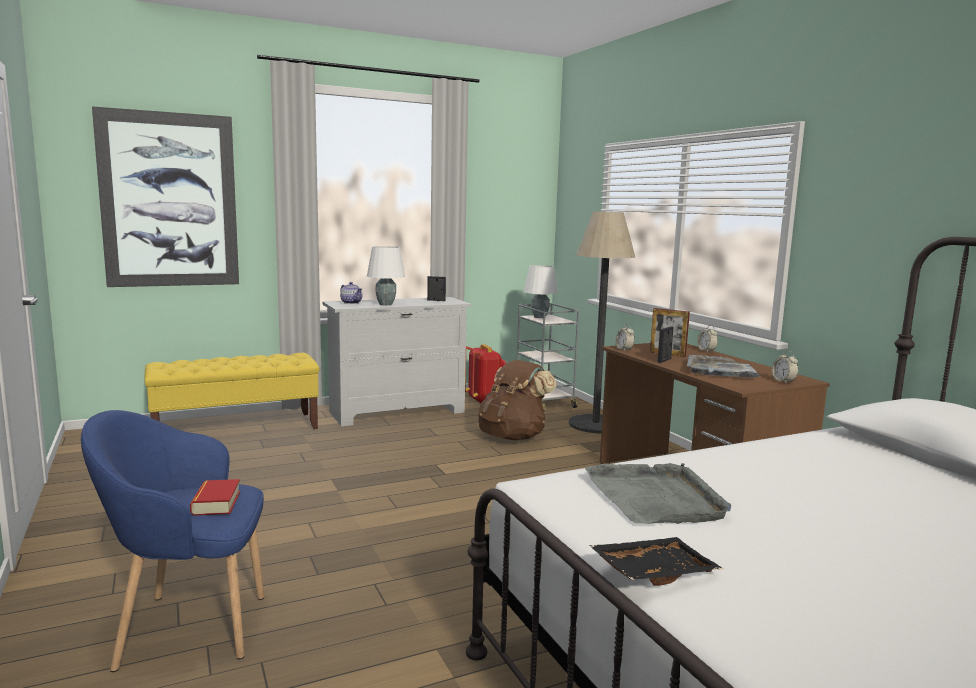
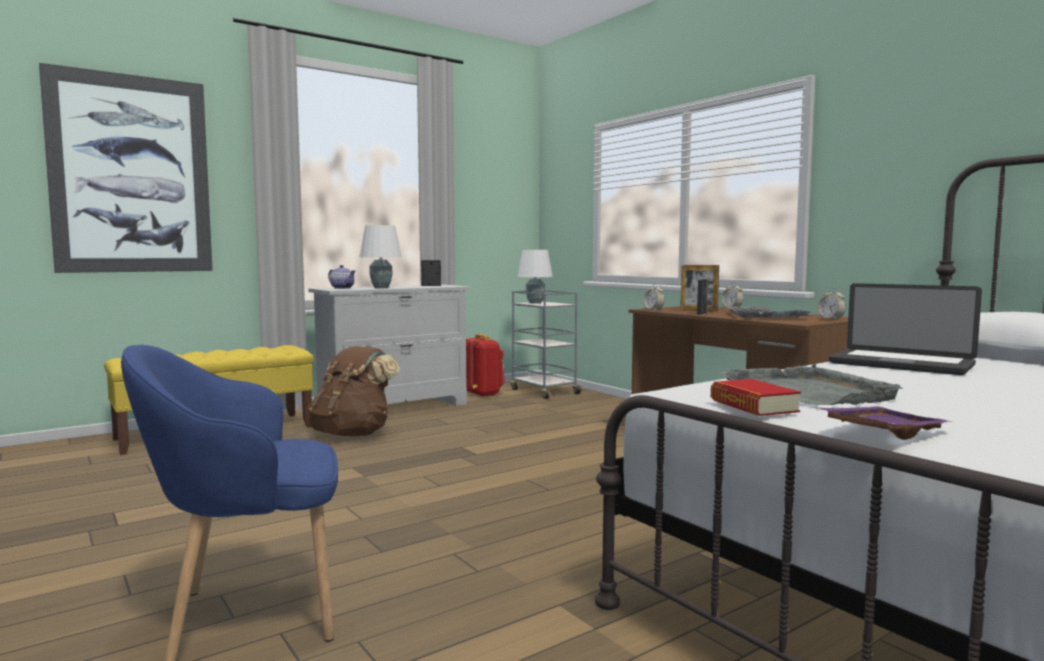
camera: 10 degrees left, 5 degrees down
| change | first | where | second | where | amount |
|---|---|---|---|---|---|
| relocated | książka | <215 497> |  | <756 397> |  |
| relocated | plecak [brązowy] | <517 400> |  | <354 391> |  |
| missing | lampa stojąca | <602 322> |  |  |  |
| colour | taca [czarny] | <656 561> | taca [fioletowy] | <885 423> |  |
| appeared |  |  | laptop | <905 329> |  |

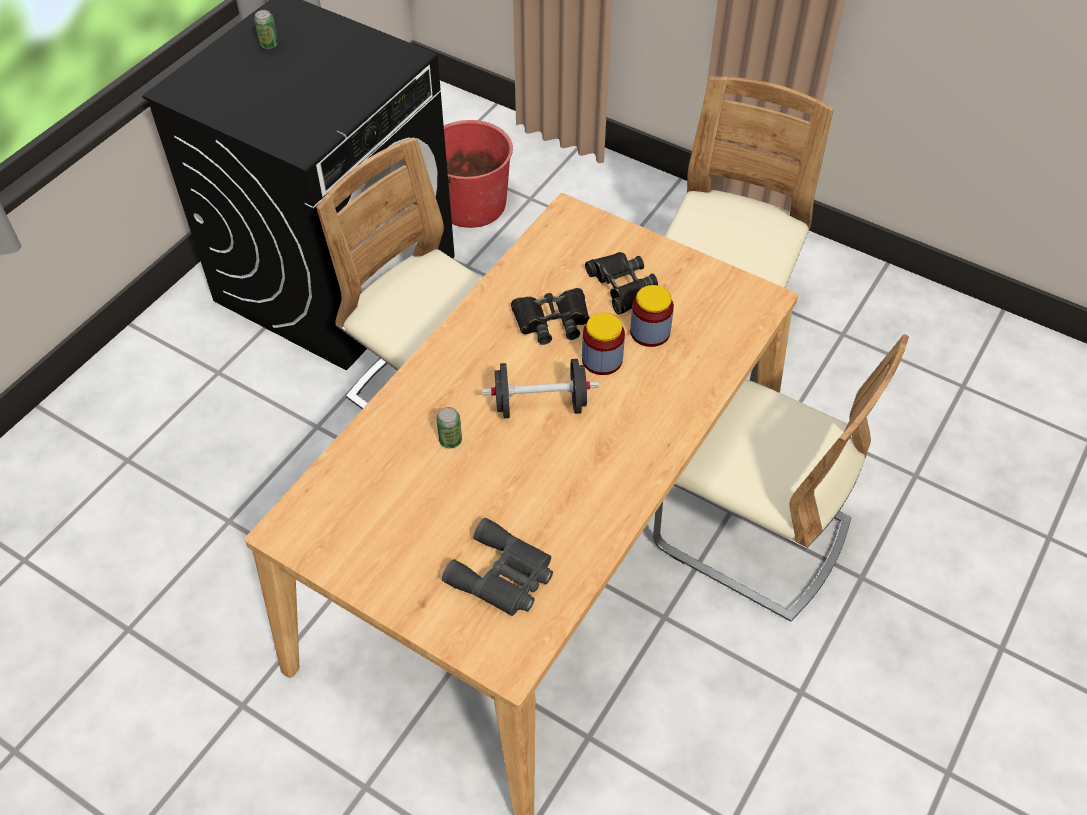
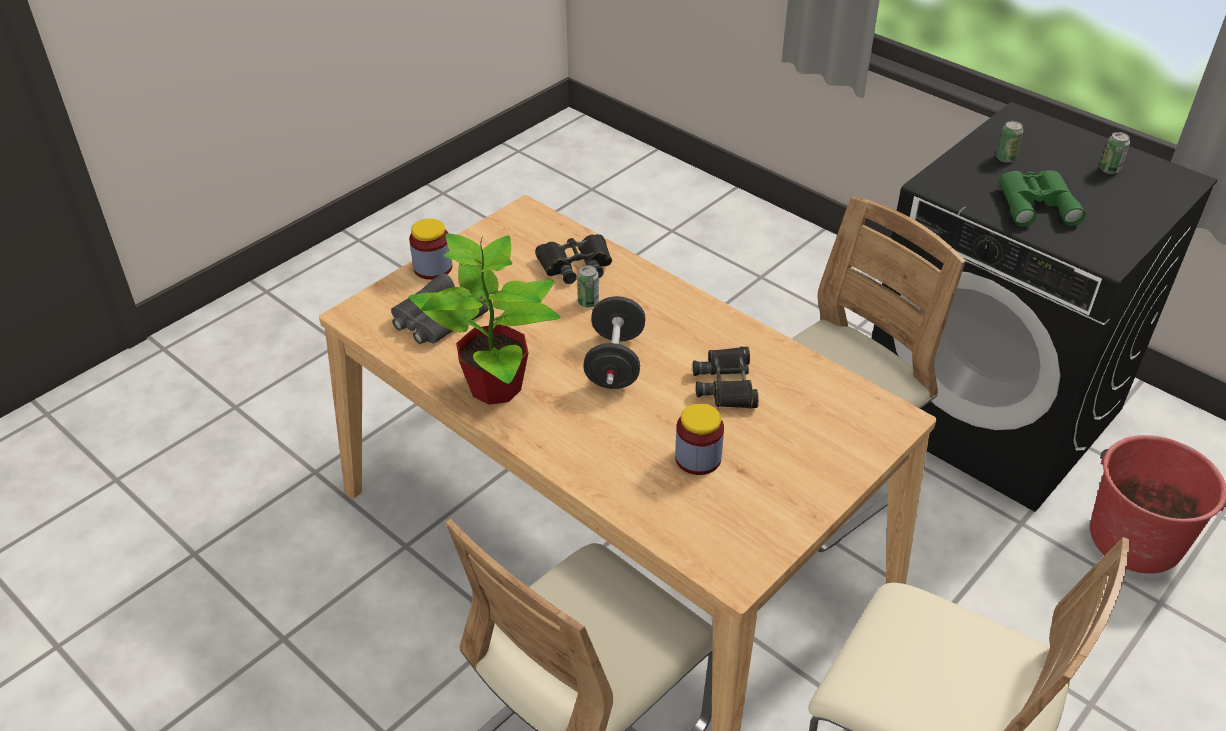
camera: 100 degrees right, 10 degrees down
| change | first | where | second | where | amount |
|---|---|---|---|---|---|
| relocated | słoik | <603 343> |  | <430 249> |  |
| relocated | lornetka [czarny] | <621 283> |  | <573 259> |  |
| appeared |  |  | roślina doniczkowa | <484 319> |  |
| appeared |  |  | puszka | <1010 142> |  |
| appeared |  |  | lornetka [zielony] | <1042 198> |  |

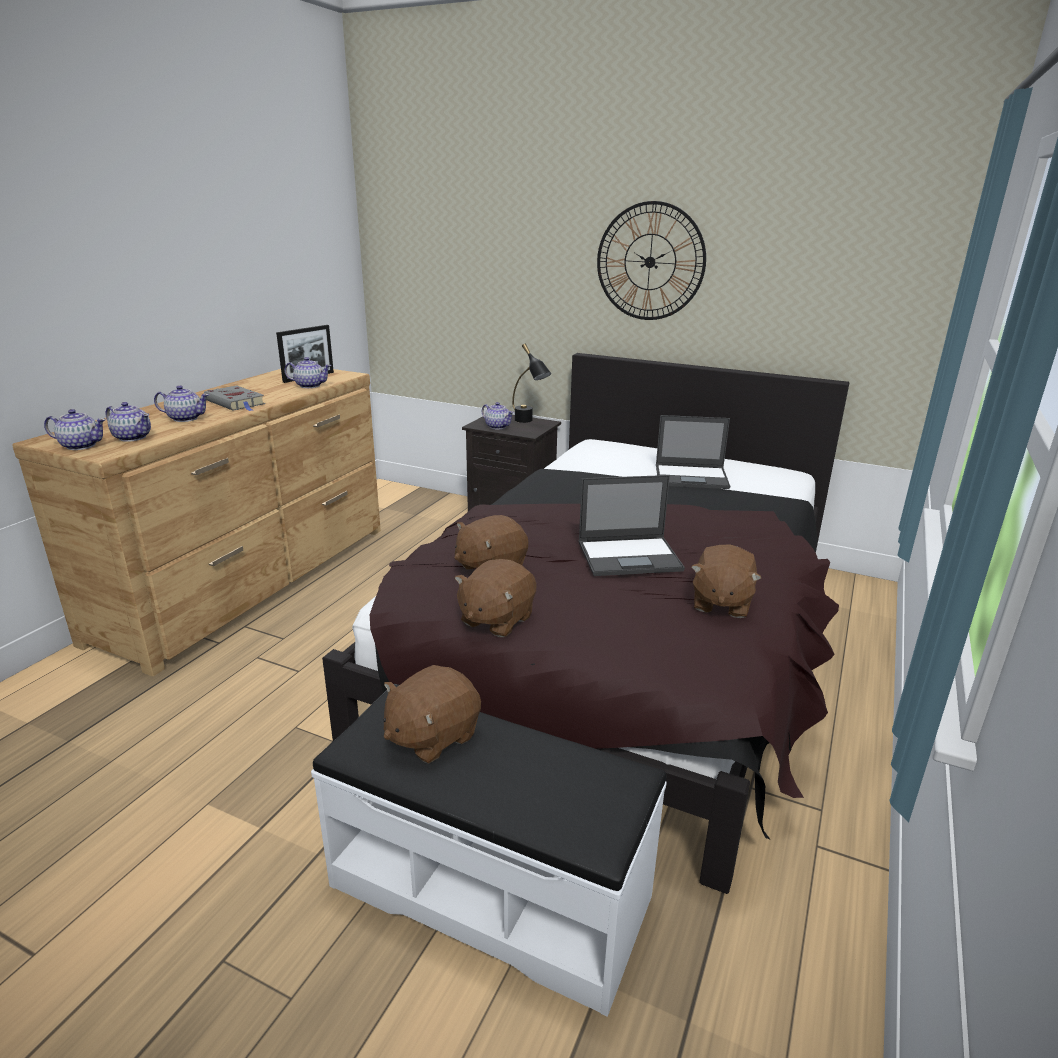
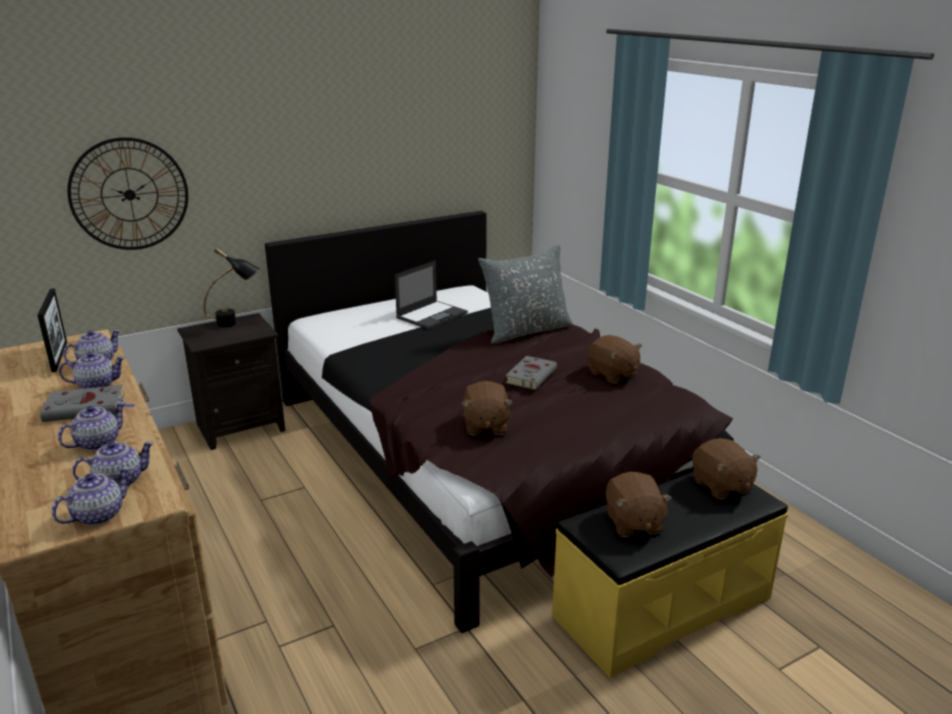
camera: 55 degrees left, 0 degrees up
| change | first | where | second | where | amount |
|---|---|---|---|---|---|
| colour | ławka [biały] | <489 850> | ławka [żółty] | <670 575> |  |
| relocated | pluszak [brązowy] | <496 598> |  | <726 469> |  |
| relocated | imbryk | <498 415> |  | <92 370> |  |
| exchanged | laptop | <631 525> | książka [szary] | <531 373> |  |
| relocated | zegar ścienny | <651 260> |  | <127 193> |  |
| appeared |  |  | poduszka [szary] | <525 294> |  |

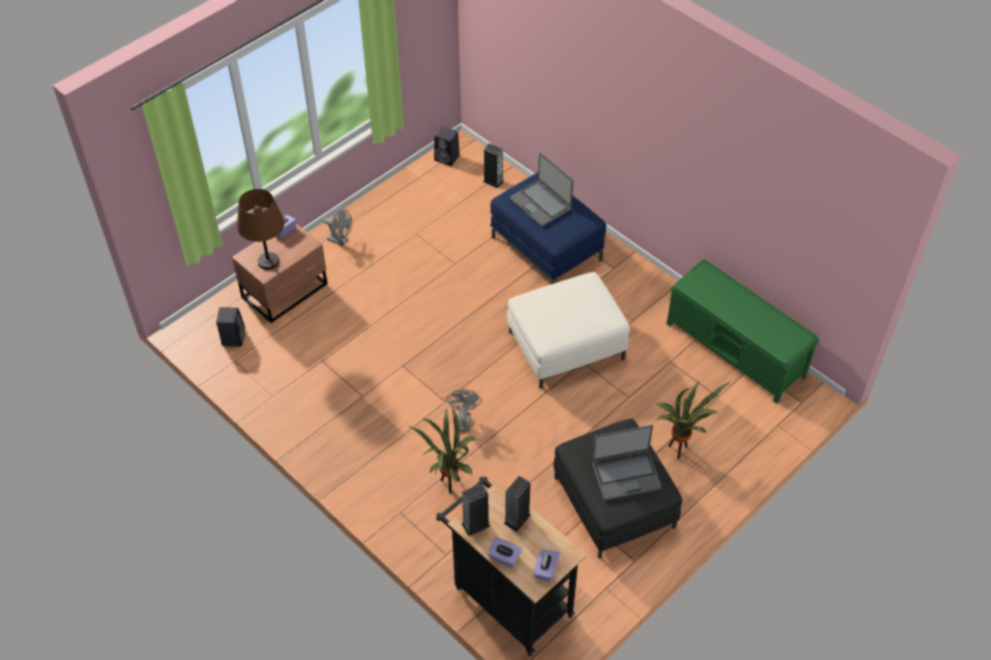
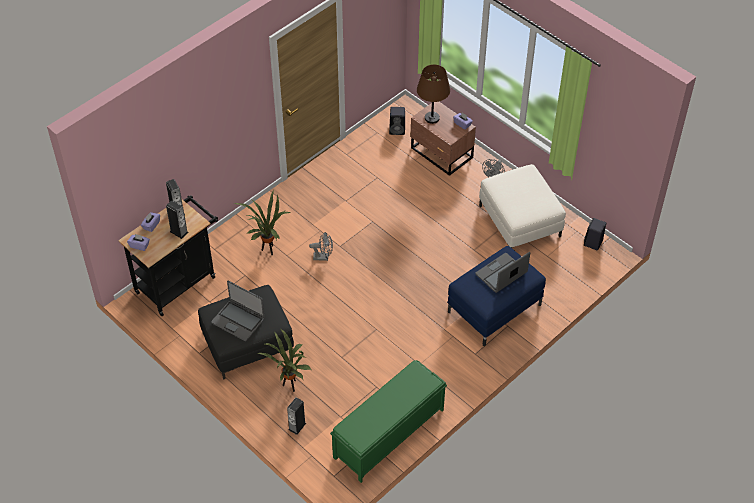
camera: 90 degrees right, 0 degrees up
| change | first | where | second | where | amount |
|---|---|---|---|---|---|
| relocated | głośnik | <493 166> |  | <296 416> |  |
| relocated | pufa [biały] | <568 330> |  | <522 206> |  |
| spun | laptop | <627 462> |  | <238 311> | 45 degrees counterclockwise |

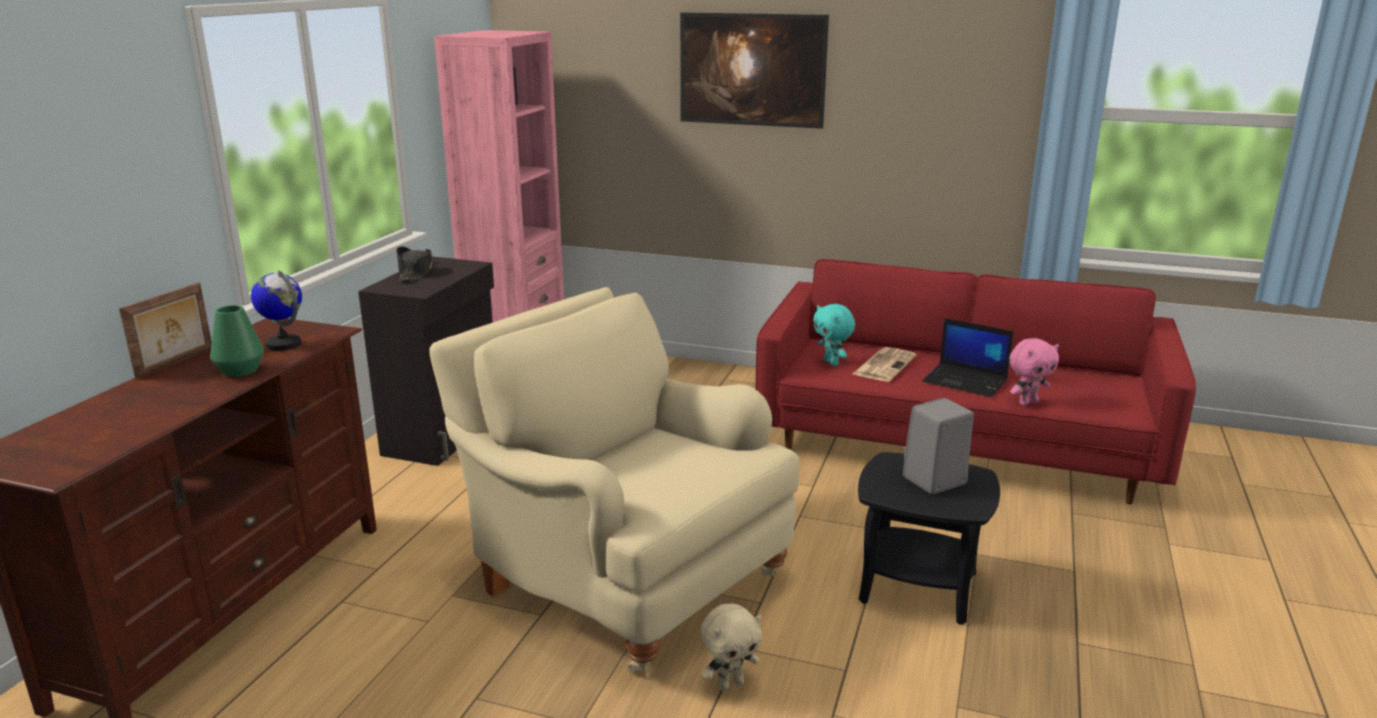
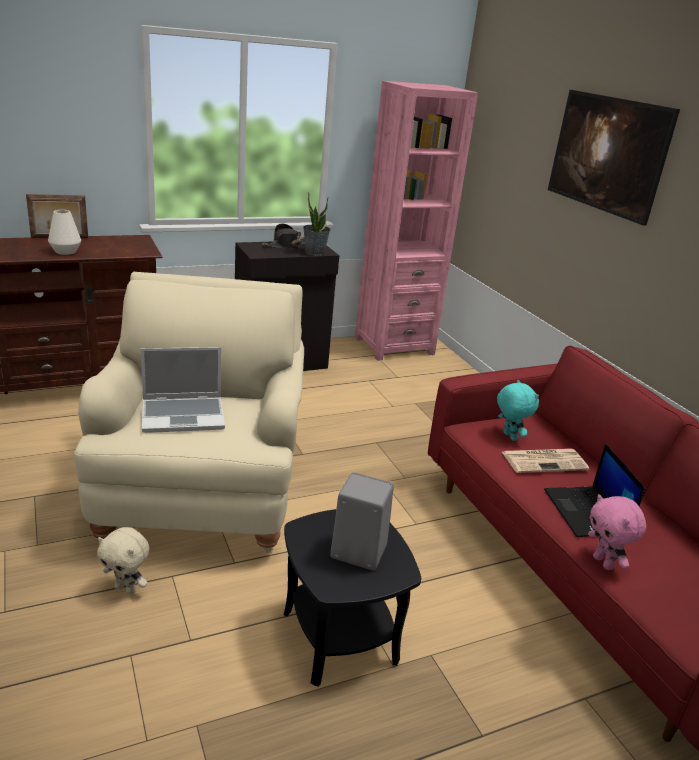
camera: 45 degrees right, 5 degrees up
| change | first | where | second | where | amount |
|---|---|---|---|---|---|
| colour | wazon [zielony] | <237 341> | wazon [biały] | <64 232> |  |
| missing | globus | <276 310> |  |  |  |
| spun | pluszak [turkusowy] | <834 335> |  | <518 410> | 135 degrees clockwise |
| spun | pluszak [różowy] | <1034 372> |  | <617 532> | 45 degrees clockwise |
| appeared |  |  | laptop | <183 390> |  |
| appeared |  |  | roślina doniczkowa | <316 224> |  |

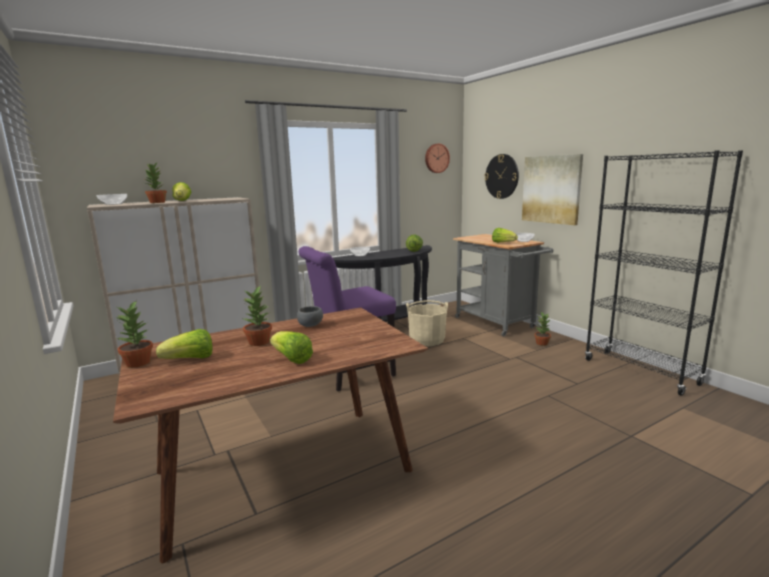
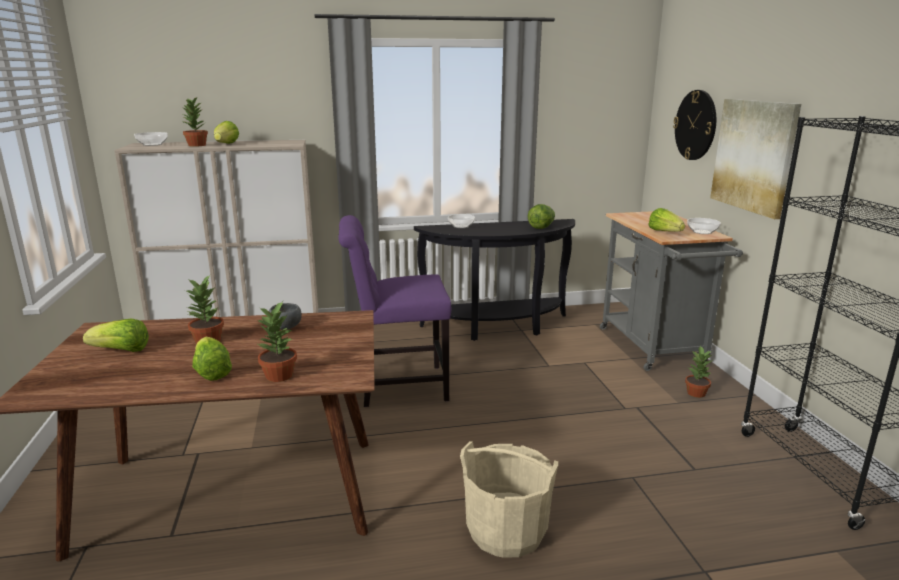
camera: 20 degrees right, 5 degrees up
| change | first | where | second | where | amount |
|---|---|---|---|---|---|
| relocated | roślina doniczkowa | <134 334> |  | <276 341> |  |
| relocated | wiadro [beżowy] | <427 323> |  | <509 499> |  |
| missing | zegar ścienny | <437 158> |  |  |  |

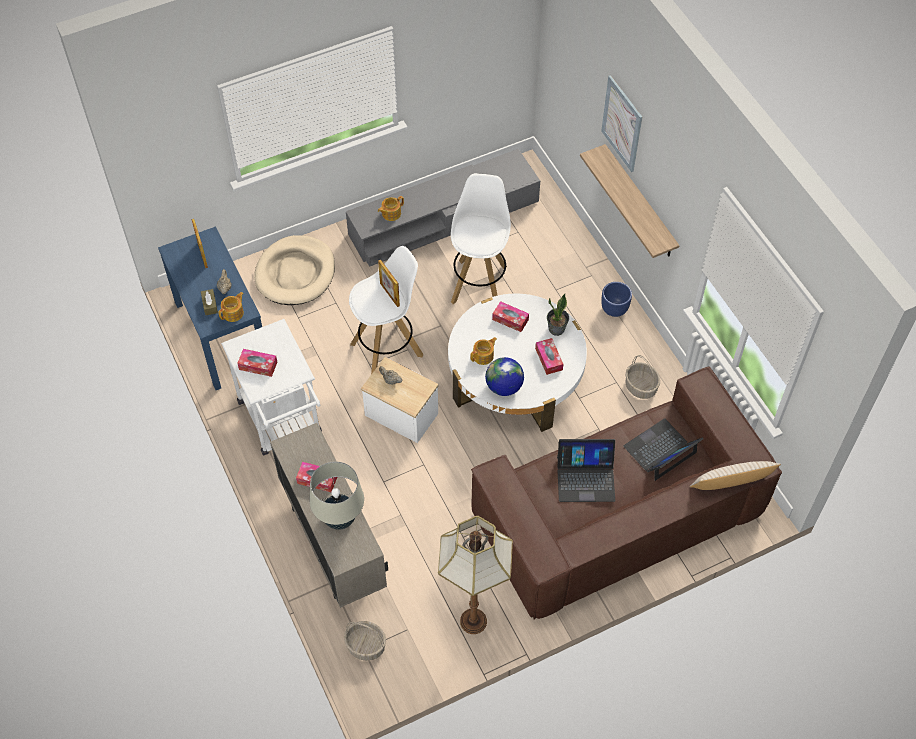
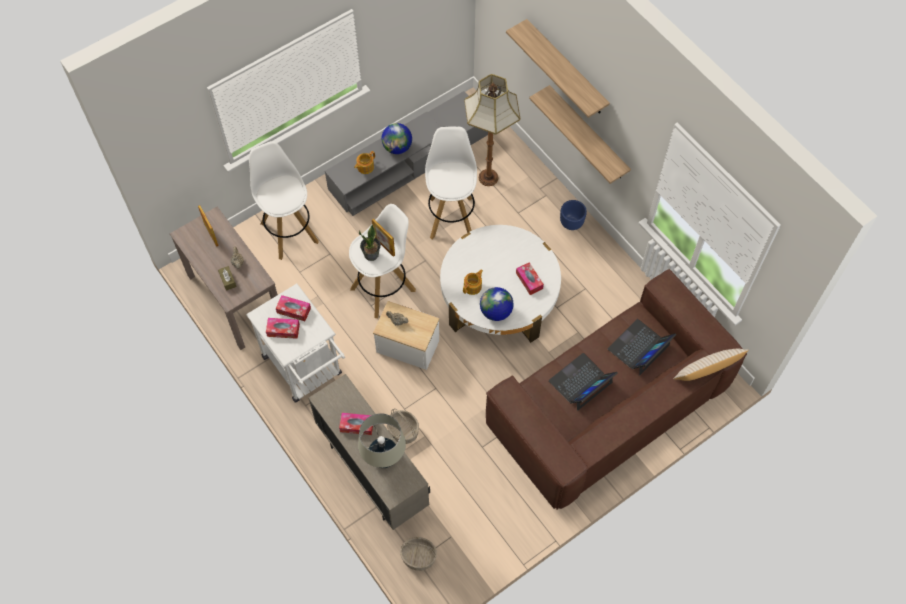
camera: 10 degrees left, 5 degrees up
| change | first | where | second | where | amount |
|---|---|---|---|---|---|
| colour | stolik konsolowy [niebieski] | <210 308> | stolik konsolowy [brązowy] | <224 278> |  |
| missing | imbryk | <231 307> |  |  |  |
| exchanged | legowisko [beżowy] | <294 270> | stołek [biały] | <284 200> |  |
| relocated | lampa stojąca | <475 575> |  | <492 130> |  |
| relocated | pudełko chusteczek | <510 316> |  | <293 308> |  |
| relocated | roślina doniczkowa | <558 315> |  | <370 242> |  |
| spun | laptop | <586 470> |  | <583 382> | 150 degrees clockwise |
| exchanged | obraz | <621 123> | półka | <558 68> |  |
| relocated | koszyk | <643 377> |  | <403 426> |  |
| appeared |  |  | globus | <396 138> |  |

